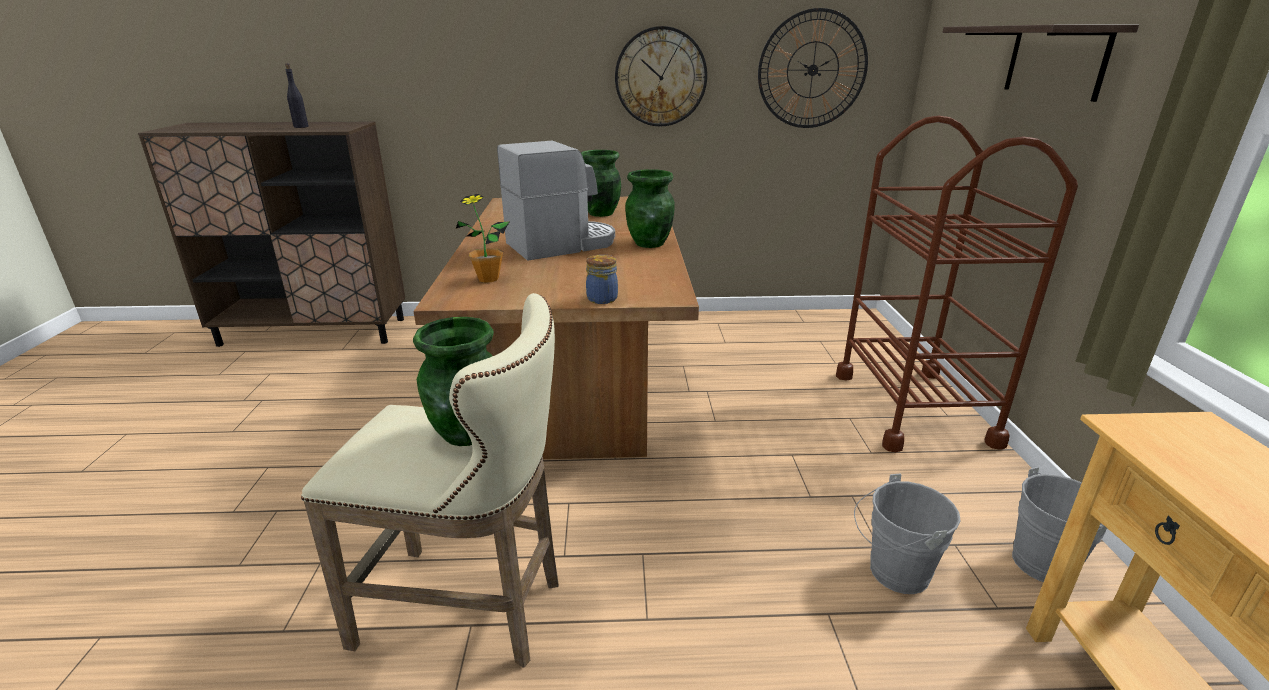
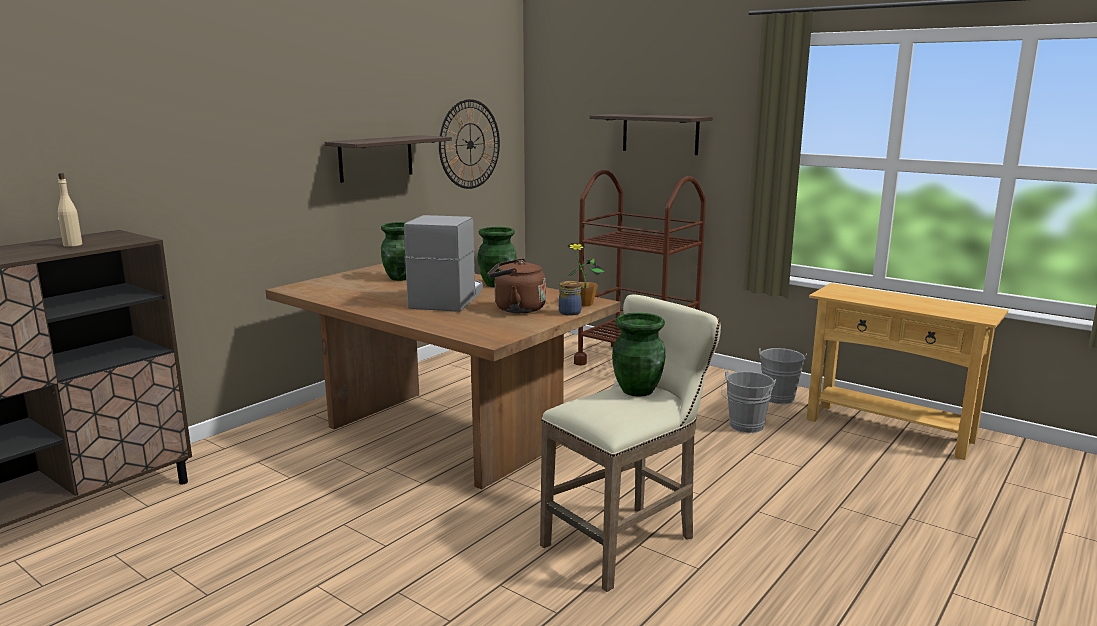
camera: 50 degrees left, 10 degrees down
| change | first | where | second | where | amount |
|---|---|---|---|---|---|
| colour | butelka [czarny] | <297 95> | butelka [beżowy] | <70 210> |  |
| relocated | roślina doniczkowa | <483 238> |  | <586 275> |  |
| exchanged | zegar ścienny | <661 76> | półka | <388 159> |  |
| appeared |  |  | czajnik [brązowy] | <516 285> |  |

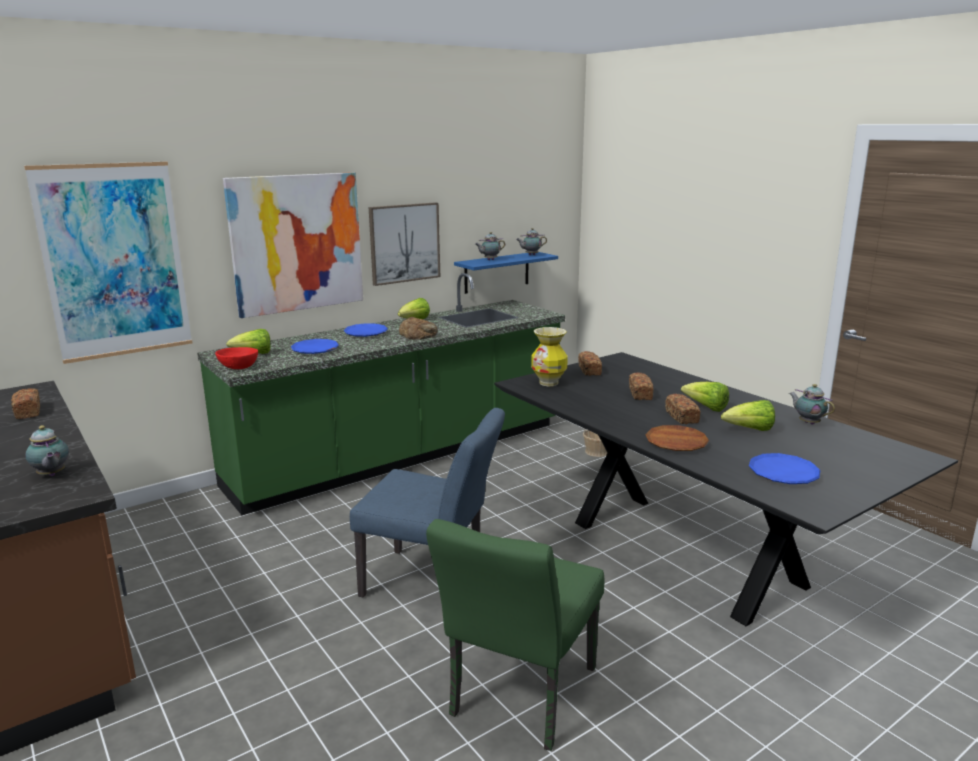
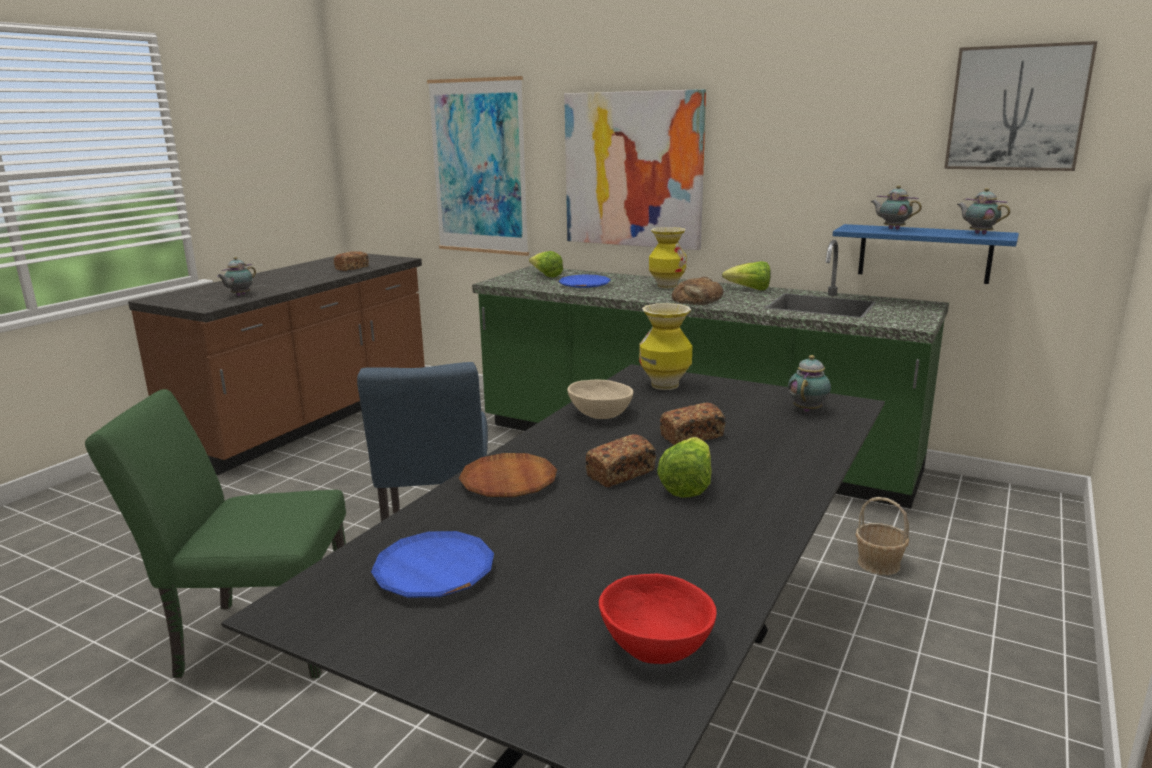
camera: 65 degrees right, 0 degrees up
| change | first | where | second | where | amount |
|---|---|---|---|---|---|
| relocated | miska [czerwony] | <236 358> |  | <657 619> |  |
| exchanged | talerz [niebieski] | <366 330> | wazon | <667 258> |  |
| relocated | obraz | <404 244> |  | <1021 106> |  |
| missing | chleb | <590 363> |  |  |  |
| missing | sałata | <748 415> |  |  |  |
| relocated | imbryk | <812 404> |  | <809 383> |  |
| appeared |  |  | miska [beżowy] | <600 399> |  |

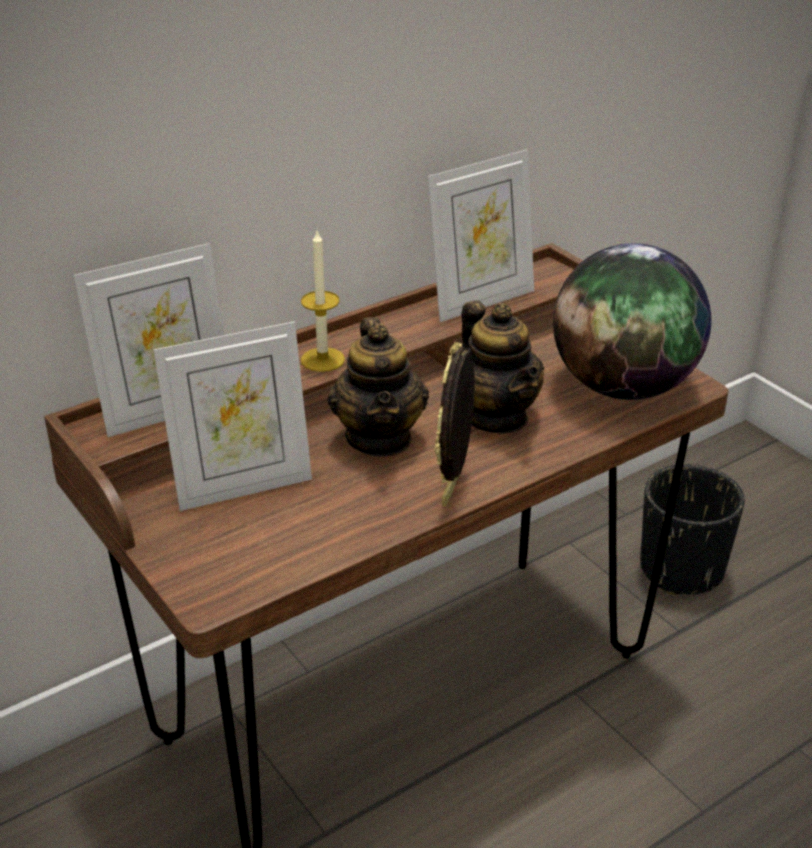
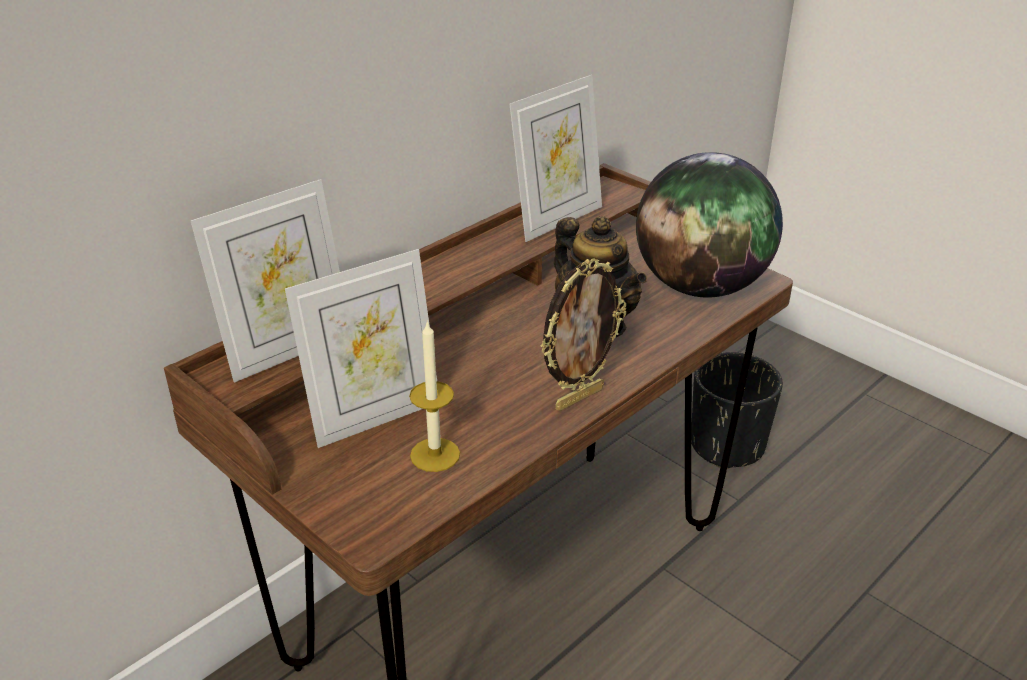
camera: 10 degrees left, 0 degrees up
| change | first | where | second | where | amount |
|---|---|---|---|---|---|
| relocated | świeca | <323 301> |  | <434 396> |  |
| missing | imbryk | <378 387> |  |  |  |
| spun | ramka na zdjęcie | <455 424> |  | <583 334> | 135 degrees counterclockwise |

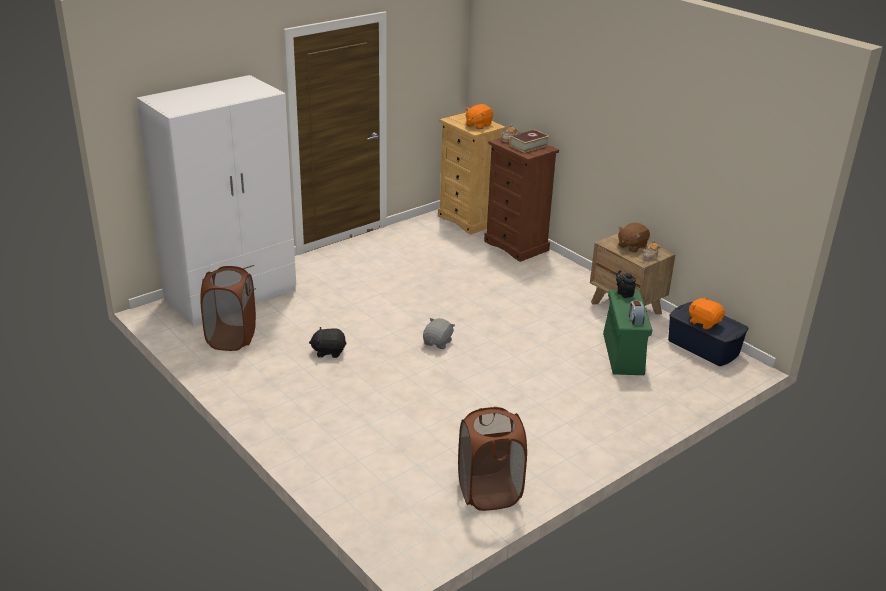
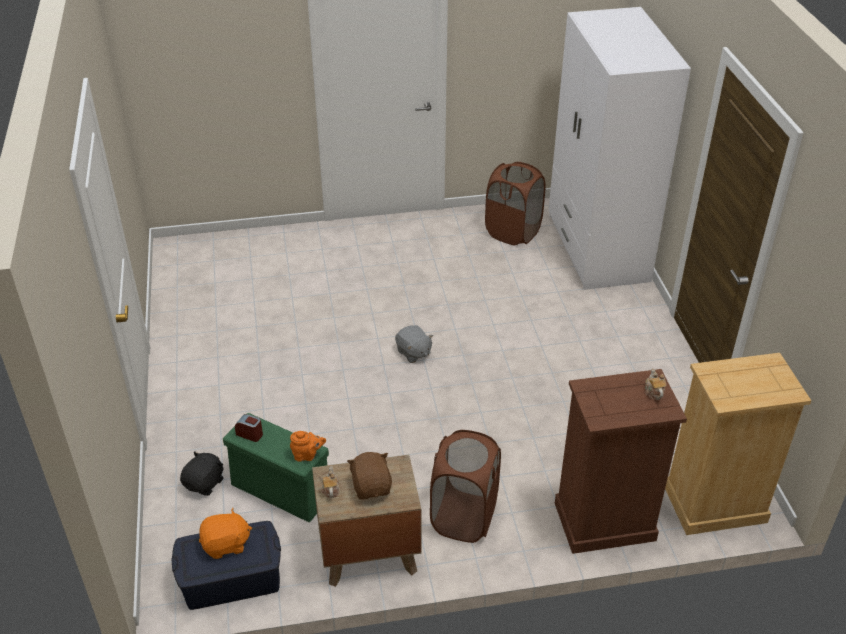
camera: 120 degrees right, 10 degrees up
| change | first | where | second | where | amount |
|---|---|---|---|---|---|
| relocated | pluszak [czarny] | <328 342> |  | <202 473> |  |
| relocated | kosz na pranie [brązowy] | <492 459> |  | <465 486> |  |
| missing | pluszak [pomarańczowy] | <479 116> |  |  |  |
| missing | książka | <529 141> |  |  |  |
| colour | imbryk [czarny] | <626 284> | imbryk [pomarańczowy] | <308 446> |  |

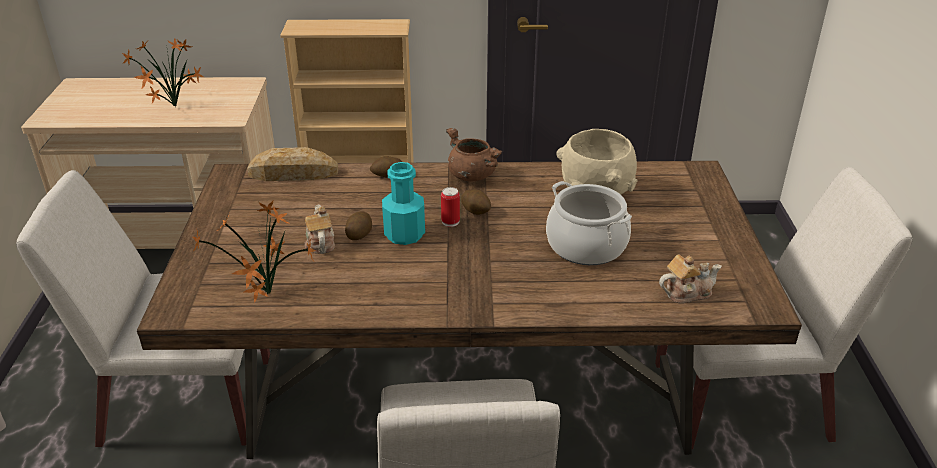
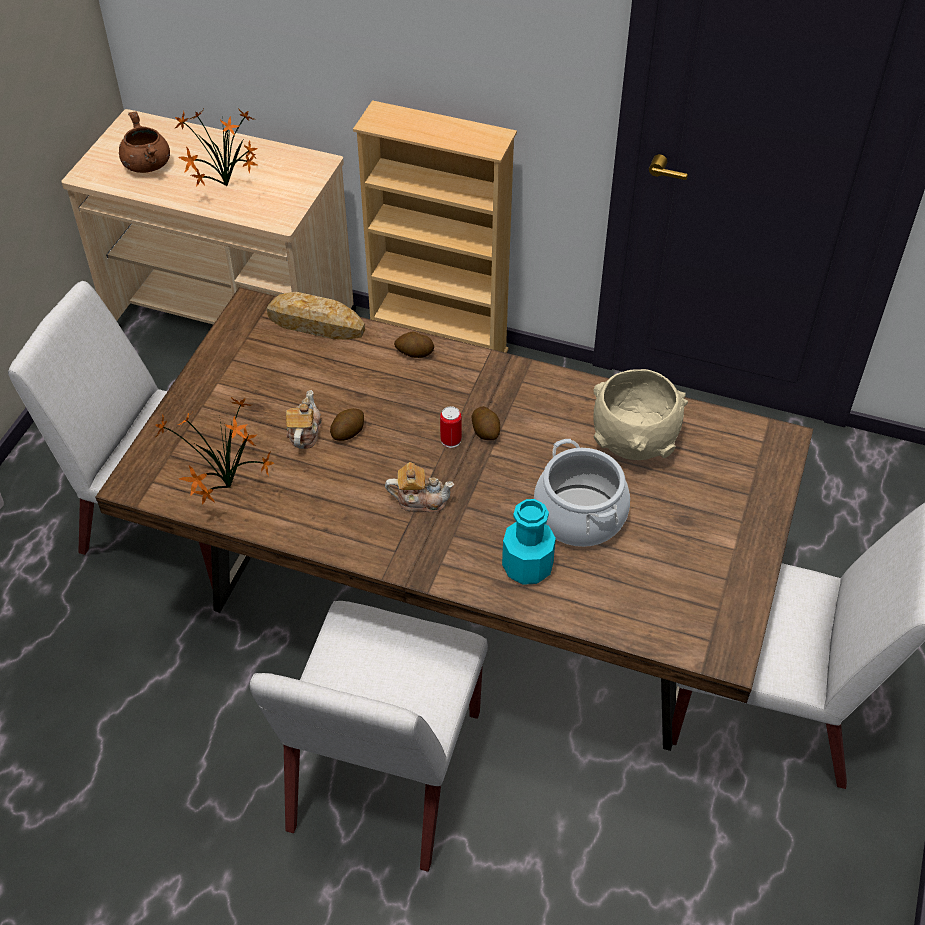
camera: 20 degrees right, 15 degrees up
| change | first | where | second | where | amount |
|---|---|---|---|---|---|
| relocated | butelka [turkusowy] | <403 203> |  | <529 542> |  |
| relocated | garnek [brązowy] | <474 154> |  | <144 142> |  |
| relocated | imbryk | <690 278> |  | <419 487> |  |

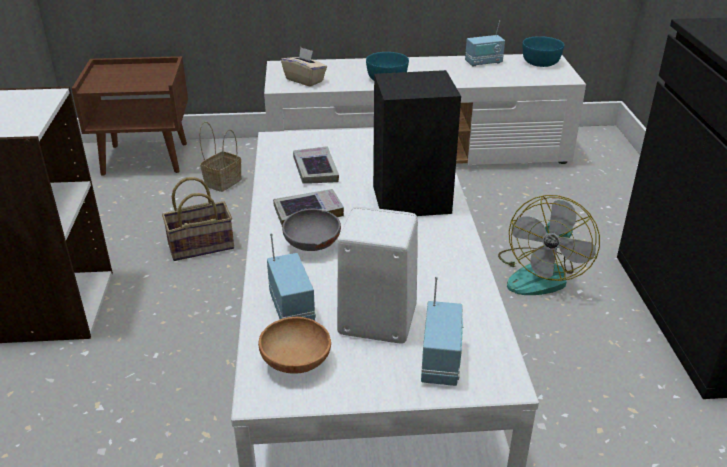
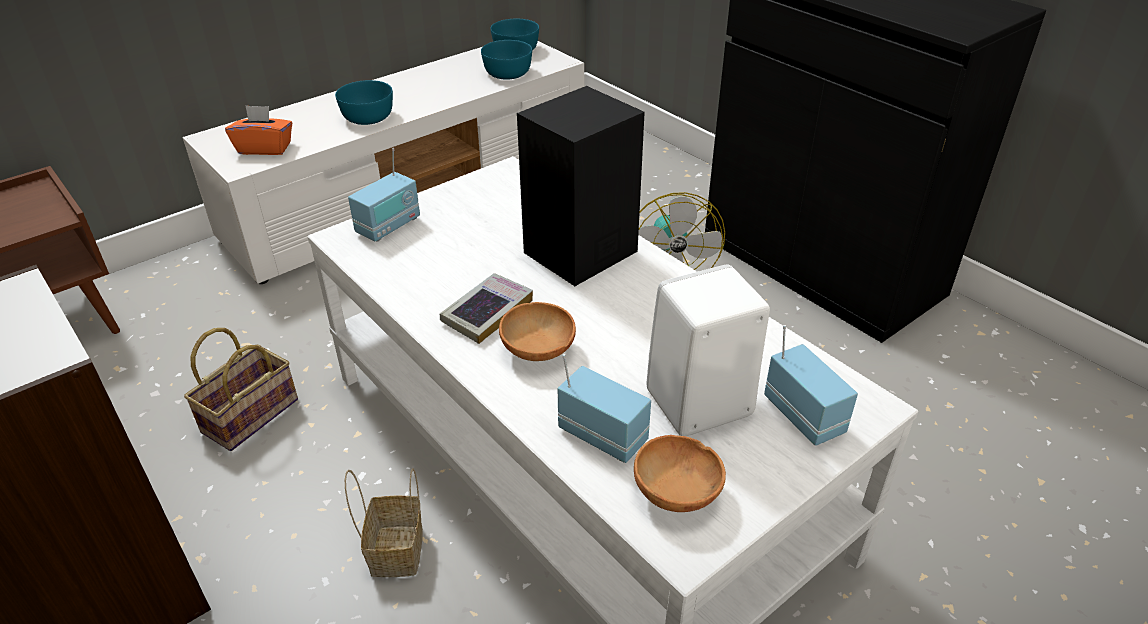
camera: 35 degrees left, 5 degrees up
| change | first | where | second | where | amount |
|---|---|---|---|---|---|
| relocated | koszyk | <220 157> |  | <384 522> |  |
| colour | pudełko chusteczek [beżowy] | <304 67> | pudełko chusteczek [pomarańczowy] | <258 130> |  |
| colour | miska [szary] | <311 230> | miska [brązowy] | <537 331> |  |
| missing | książka | <316 165> |  |  |  |
| relocated | radio | <485 43> |  | <384 195> |  |
| appeared |  |  | miska [turkusowy] | <506 60> |  |

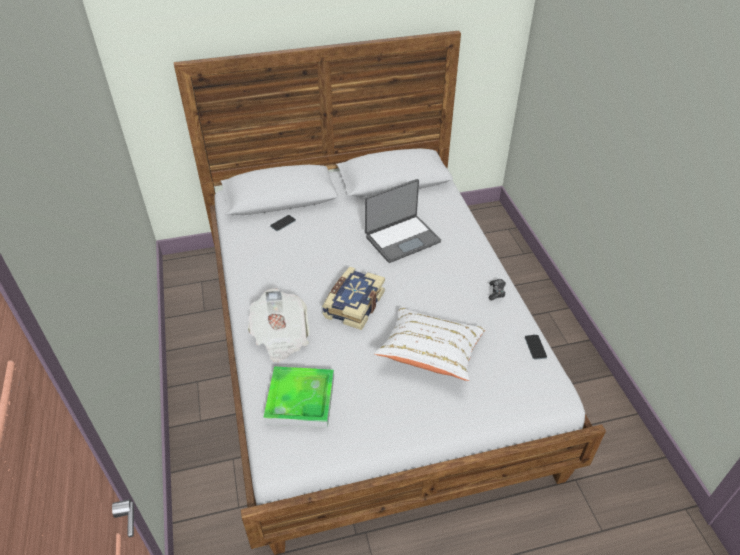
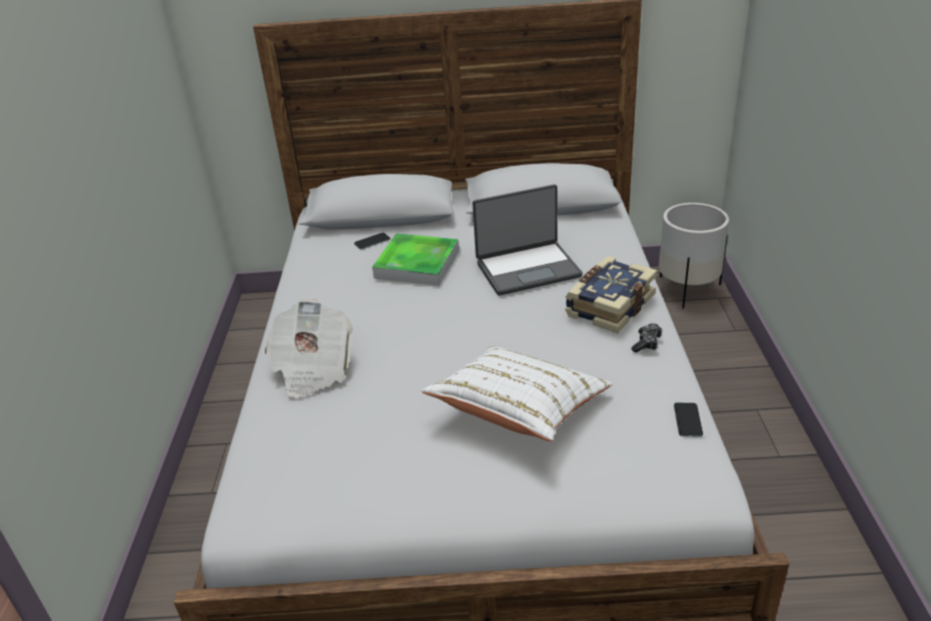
camera: 15 degrees right, 10 degrees down
| change | first | where | second | where | amount |
|---|---|---|---|---|---|
| relocated | taca | <298 397> |  | <415 259> |  |
| relocated | książka | <353 298> |  | <611 294> |  |
| appeared |  |  | donica [biały] | <694 256> |  |

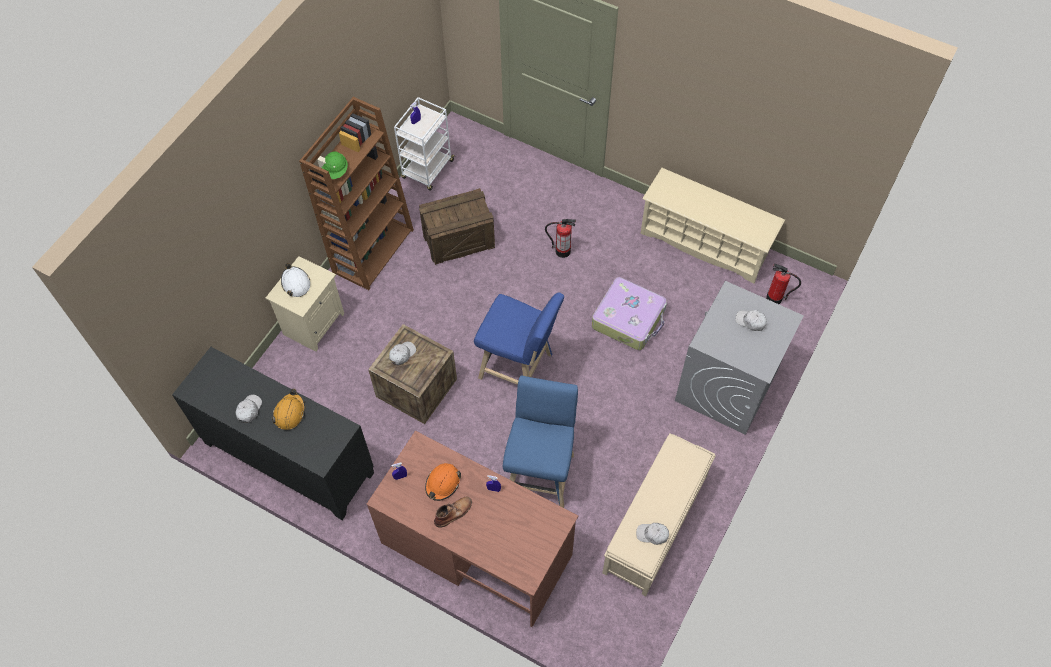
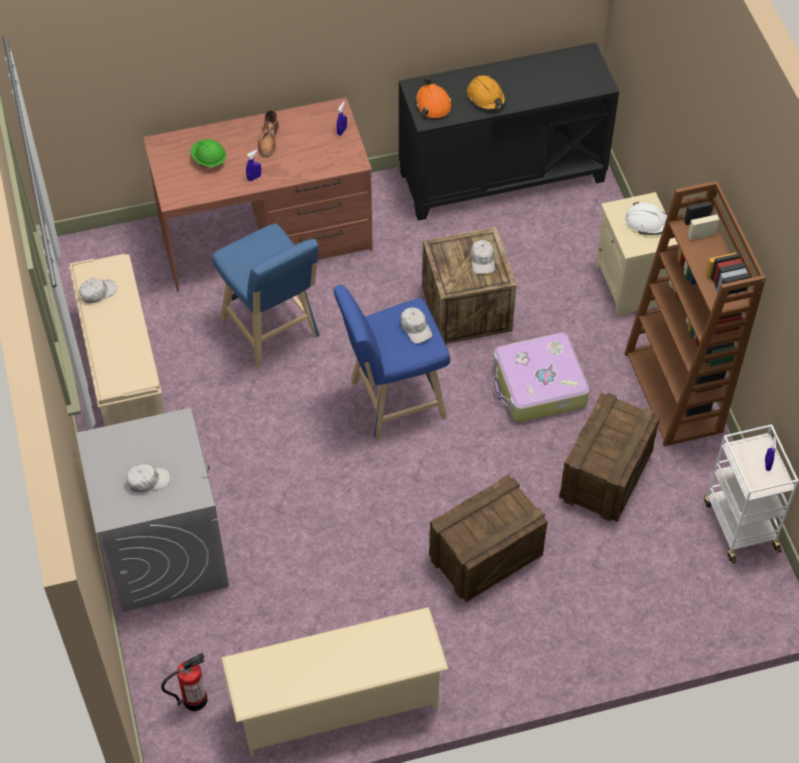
camera: 135 degrees right, 5 degrees down
| change | first | where | second | where | amount |
|---|---|---|---|---|---|
| relocated | czapka z daszkiem [biały] | <249 409> |  | <416 326> |  |
| relocated | kask [zielony] | <335 165> |  | <208 153> |  |
| relocated | kask [pomarańczowy] | <443 482> |  | <433 98> |  |
| exchanged | gaśnica | <560 238> | skrzynka | <488 539> |  |
| relocated | walizka | <629 313> |  | <541 377> |  |

